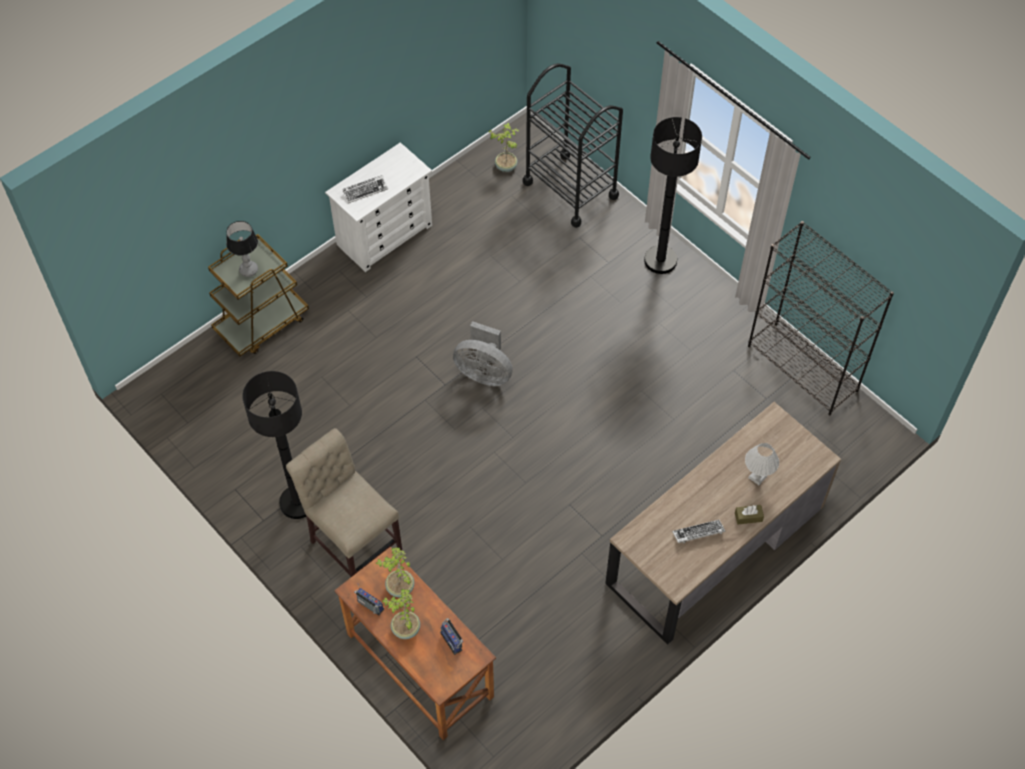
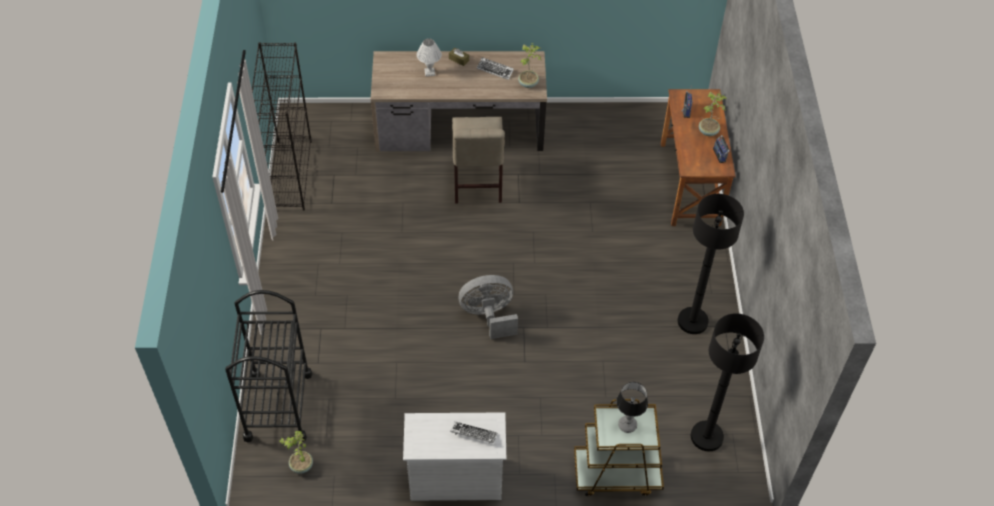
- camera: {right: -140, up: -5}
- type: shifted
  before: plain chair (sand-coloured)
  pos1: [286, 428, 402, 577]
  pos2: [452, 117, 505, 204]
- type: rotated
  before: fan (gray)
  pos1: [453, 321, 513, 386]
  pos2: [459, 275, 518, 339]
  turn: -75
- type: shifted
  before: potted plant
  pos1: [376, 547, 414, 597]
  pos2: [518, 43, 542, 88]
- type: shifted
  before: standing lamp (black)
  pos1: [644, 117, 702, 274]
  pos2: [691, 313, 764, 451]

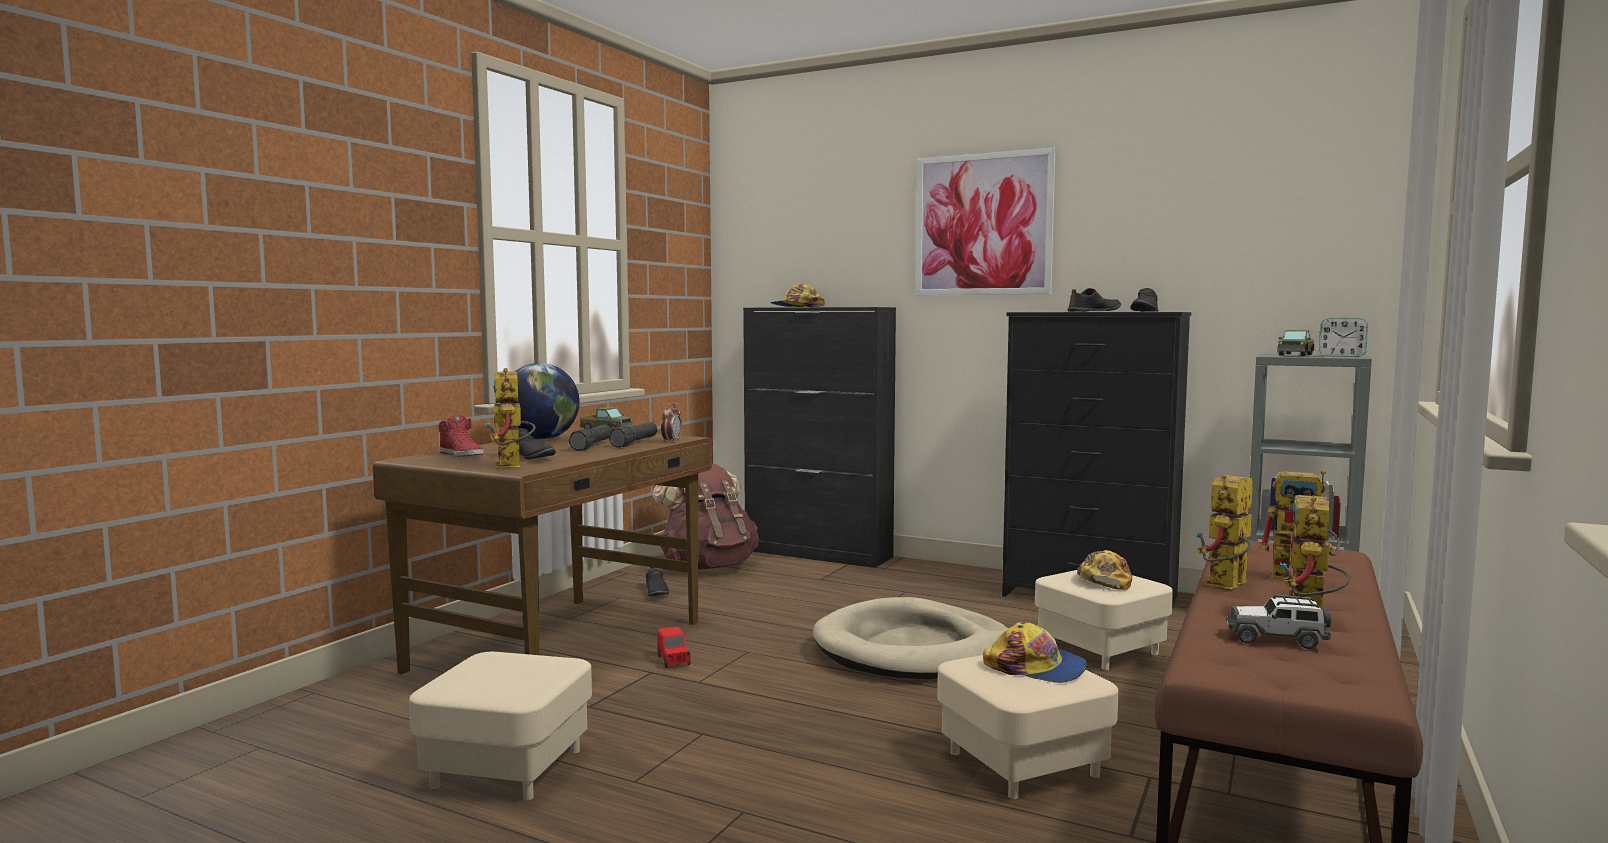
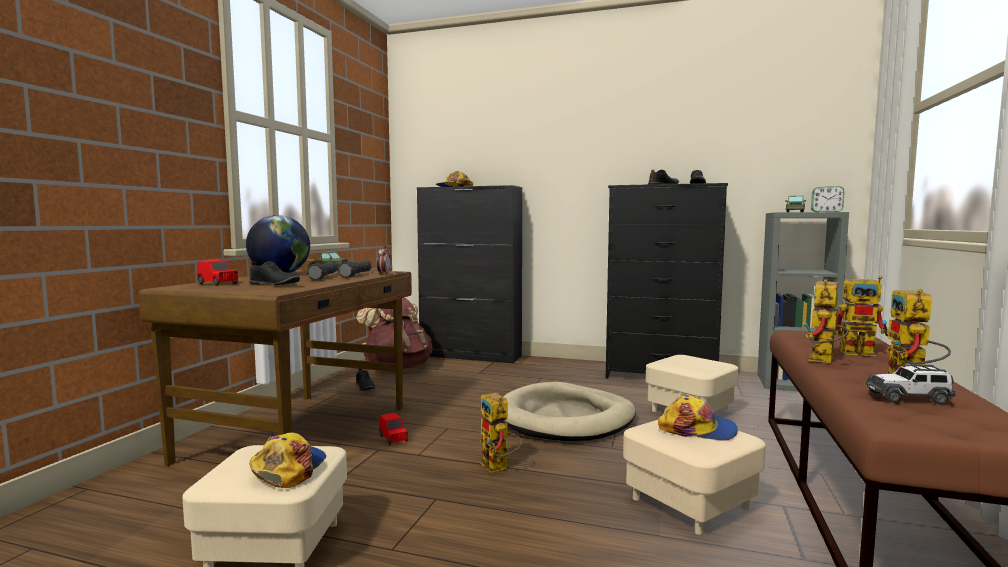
- camera: {right: -10, up: 0}
- type: swapped
  before: low shoe (reddish)
  after: miniature car (reddish)
  pos1: [439, 415, 484, 457]
  pos2: [197, 260, 238, 286]
- type: shifted
  before: baseball cap
  pos1: [1077, 550, 1132, 590]
  pos2: [249, 433, 326, 488]
- type: shifted
  before: robot figure
  pos1: [486, 368, 536, 469]
  pos2: [480, 392, 522, 473]
- type: gone
  before: wall picture
  pos1: [916, 148, 1056, 295]

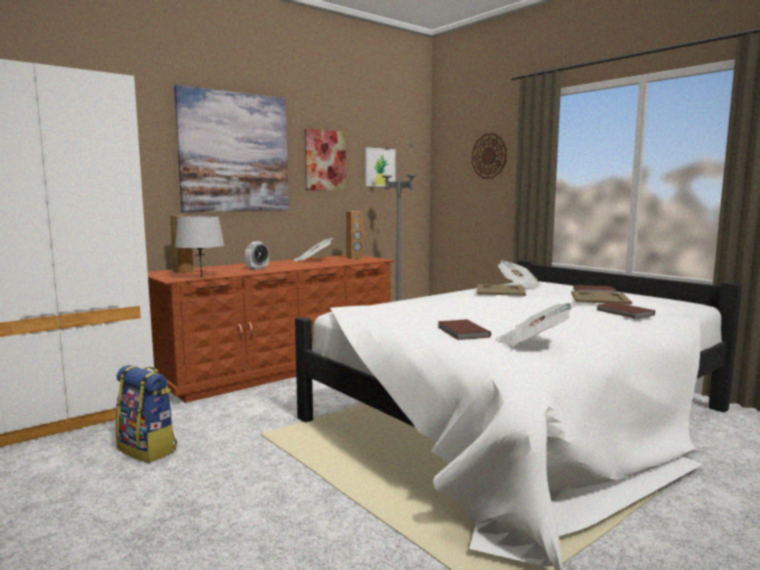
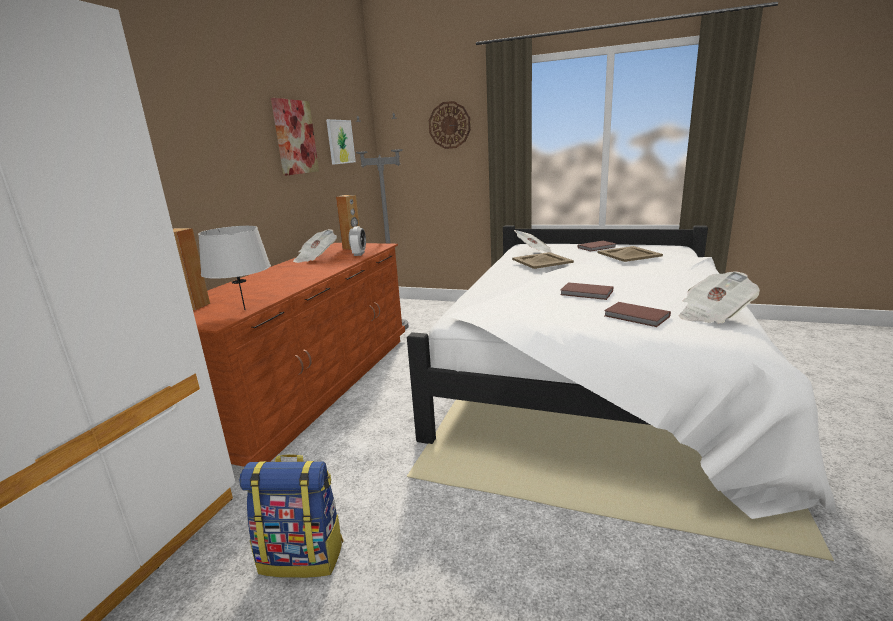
- camera: {right: -30, up: 10}
- type: shifted
  before: bedside clock
  pos1: [245, 241, 269, 270]
  pos2: [349, 226, 366, 256]
- type: shifted
  before: volume (brown)
  pos1: [597, 302, 655, 319]
  pos2: [560, 282, 613, 300]
- type: gone
  before: wall picture
  pos1: [174, 85, 289, 212]

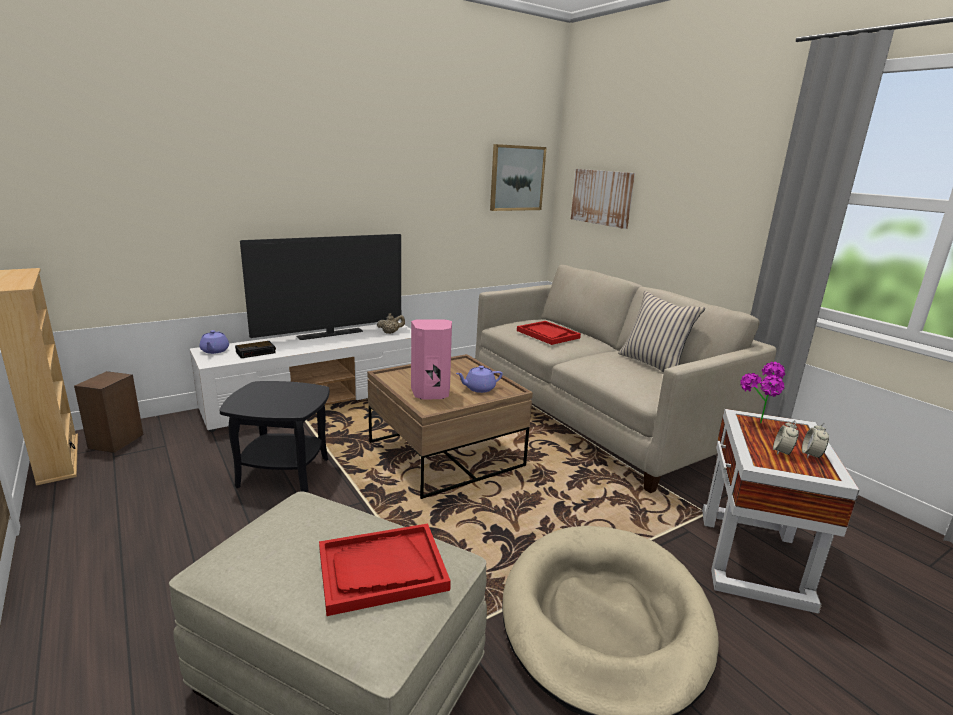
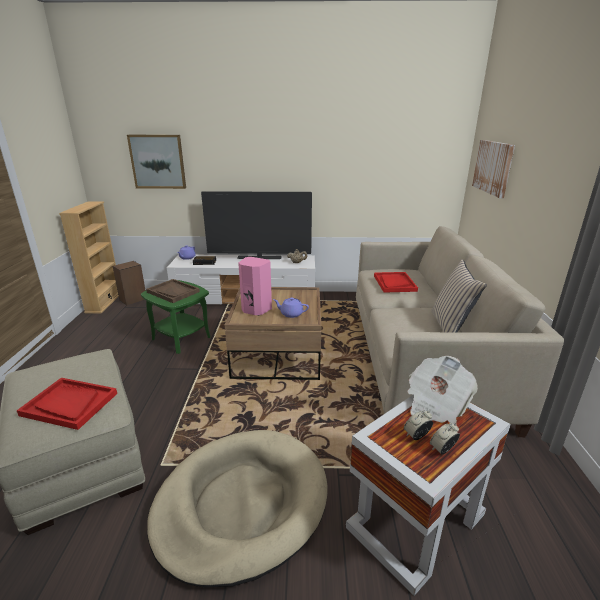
- camera: {right: 35, up: 5}
- type: shifted
  before: wall picture
  pos1: [490, 144, 547, 211]
  pos2: [127, 135, 186, 189]
- type: repainted
  before: side table (black)
  after: side table (green)
  pos1: [219, 381, 330, 492]
  pos2: [141, 280, 210, 354]
- type: new
  after: tray (brown)
  pos2: [146, 279, 200, 303]
- type: swapped
  before: potted plant
  after: printed paper
  pos1: [740, 362, 785, 423]
  pos2: [407, 356, 478, 423]

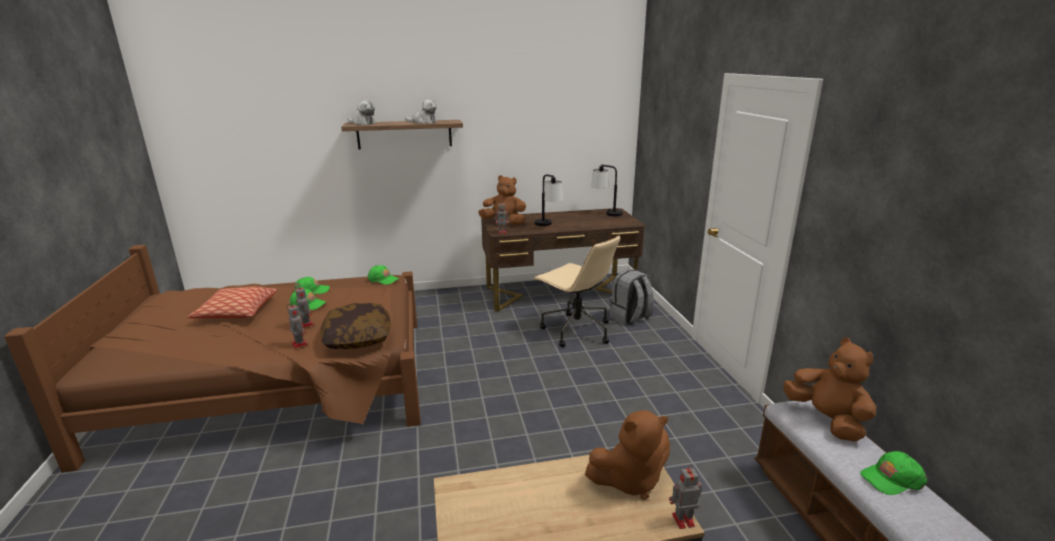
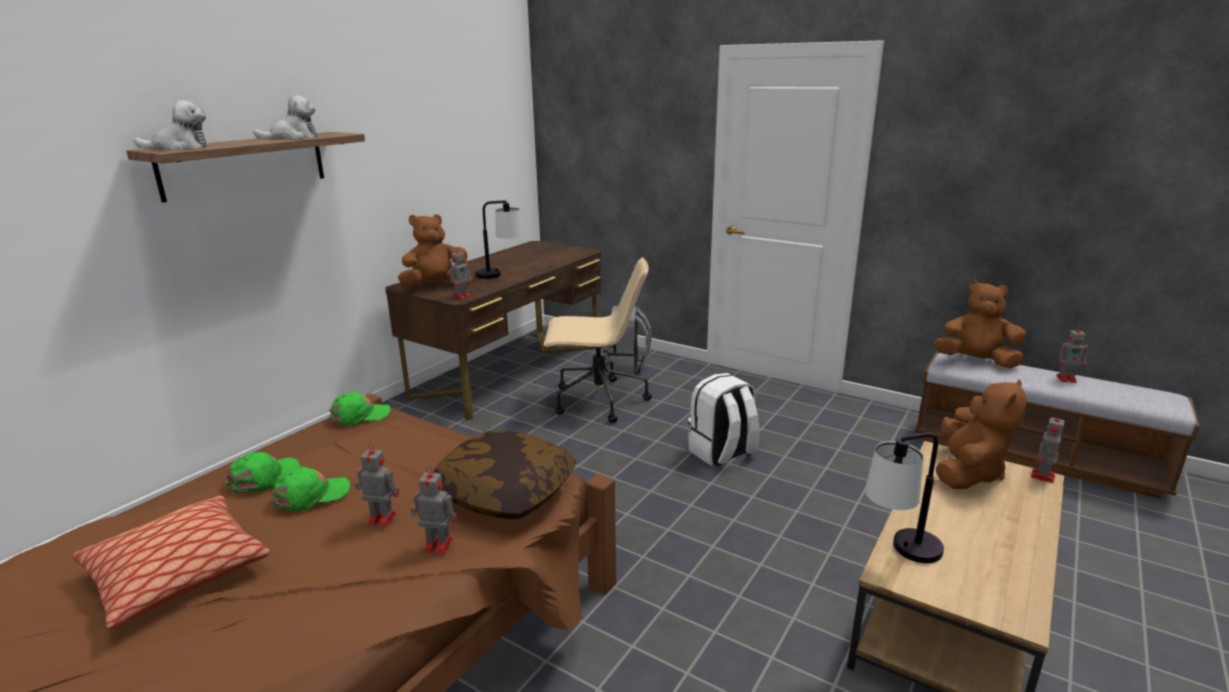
- camera: {right: -45, up: 0}
- type: new
  after: knapsack (whitish)
  pos2: [688, 373, 759, 467]
- type: shifted
  before: lamp for a table
  pos1: [591, 165, 623, 216]
  pos2: [865, 433, 944, 563]
- type: swapped
  before: baseball cap (green)
  after: robot figure
  pos1: [860, 451, 927, 495]
  pos2: [1056, 325, 1088, 383]

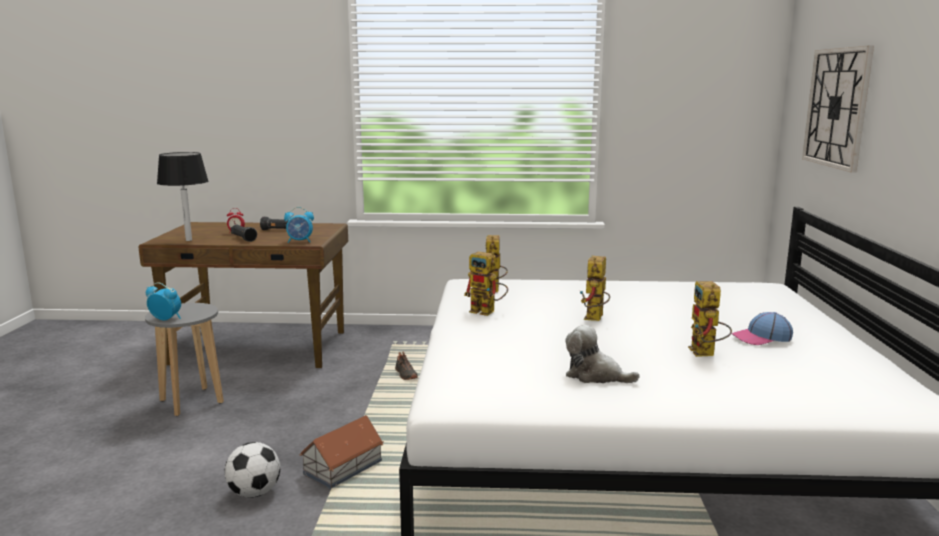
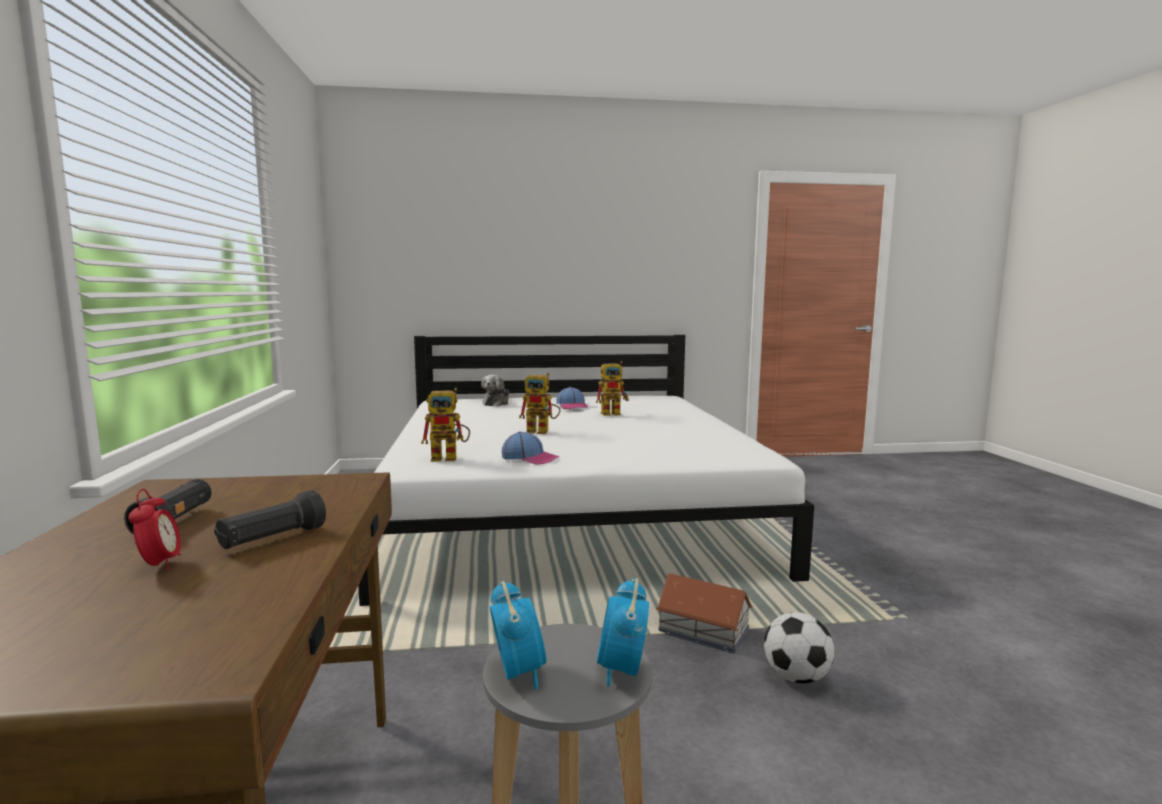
- camera: {right: -100, up: -5}
- type: shifted
  before: soft toy
  pos1: [565, 325, 640, 383]
  pos2: [482, 375, 509, 406]
- type: shifted
  before: bedside clock
  pos1: [284, 207, 314, 243]
  pos2: [490, 581, 546, 690]
- type: swapped
  before: robot figure
  after: baseball cap
  pos1: [464, 252, 508, 316]
  pos2: [502, 431, 559, 465]
- type: gone
  before: lamp for a table (black)
  pos1: [157, 152, 208, 241]
- type: gone
  before: low shoe (black)
  pos1: [395, 351, 418, 380]
- type: gone
  before: wall clock
  pos1: [802, 46, 874, 172]

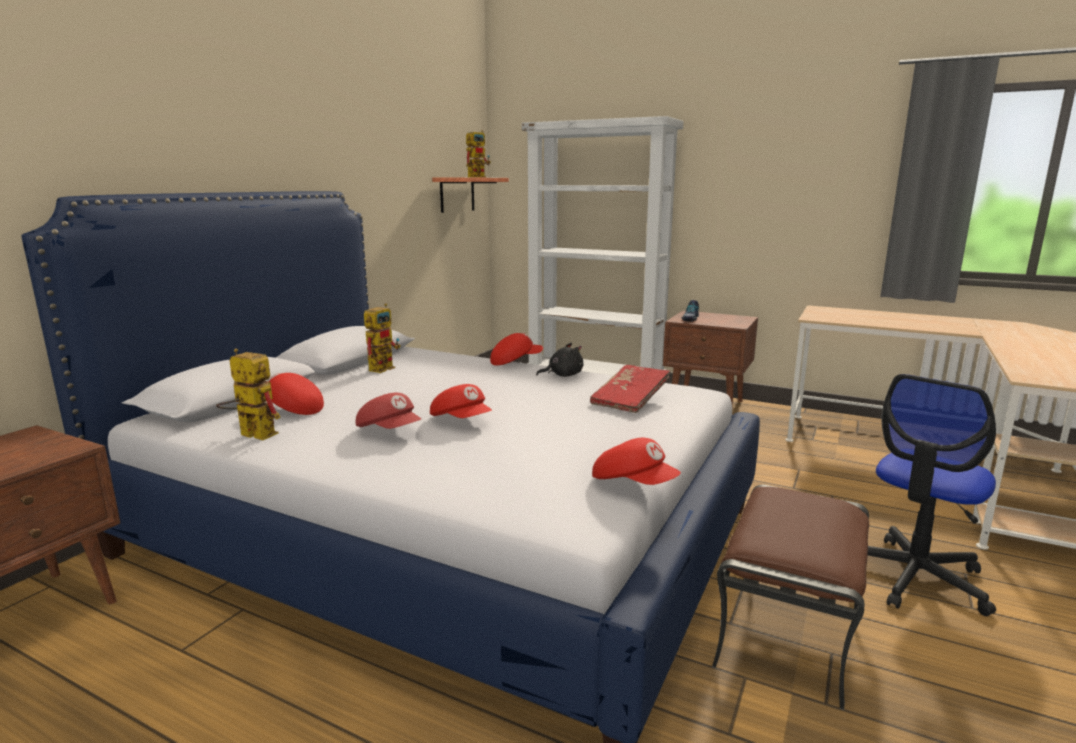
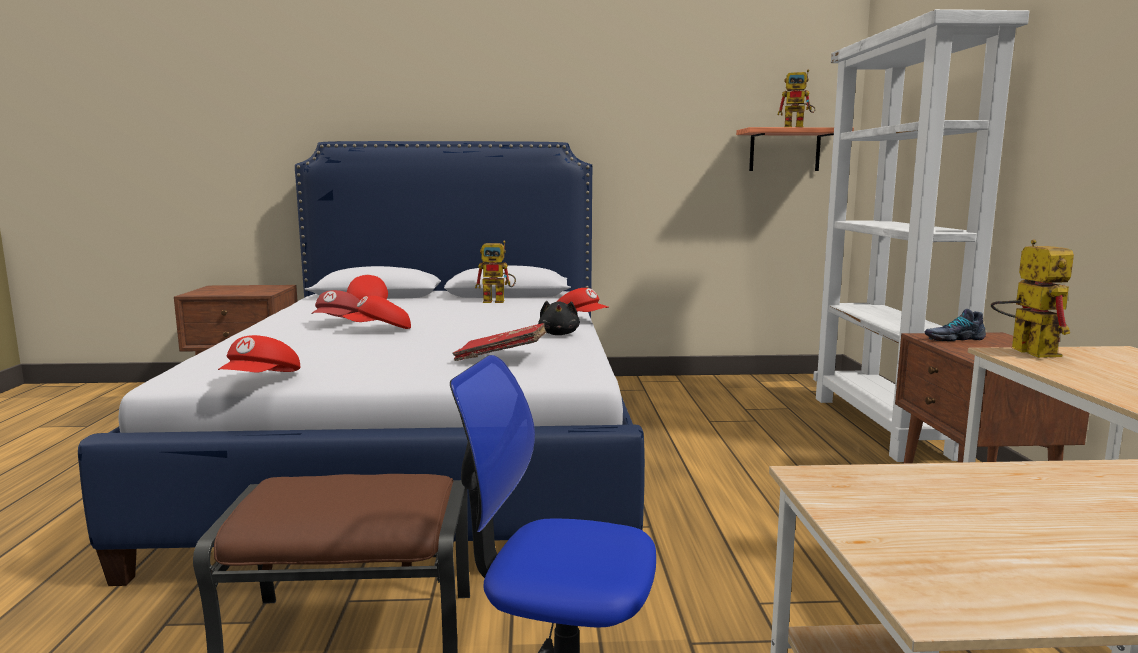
- camera: {right: 60, up: -5}
- type: rotated
  before: baseball cap (reddish)
  pos1: [430, 384, 492, 418]
  pos2: [343, 295, 411, 329]
  turn: 45
- type: rotated
  before: soft toy (black)
  pos1: [536, 343, 583, 377]
  pos2: [538, 301, 580, 335]
  turn: 45
- type: shifted
  before: robot figure
  pos1: [216, 348, 280, 440]
  pos2: [991, 240, 1074, 358]

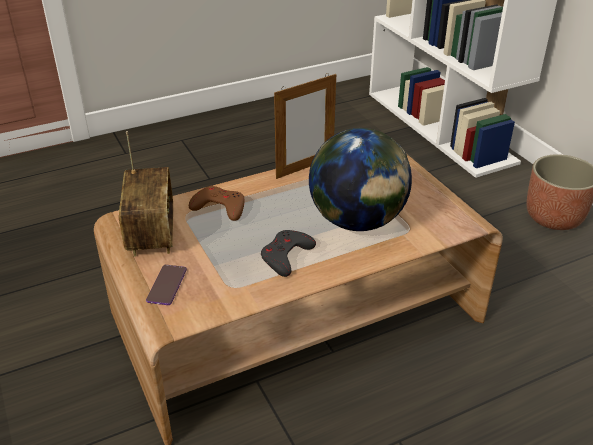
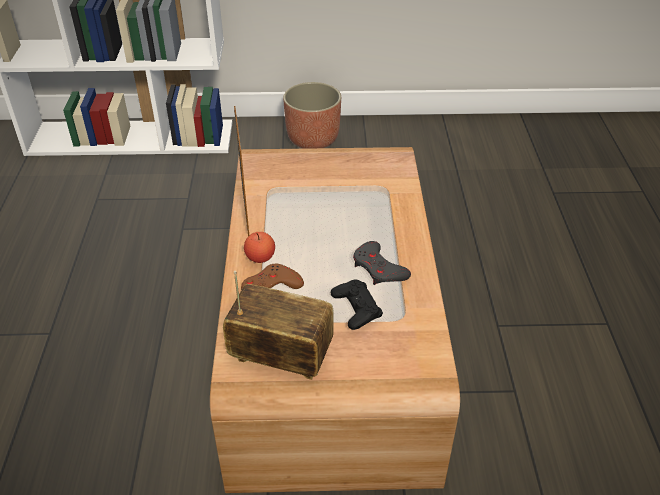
- camera: {right: -65, up: 5}
- type: new
  after: whole apple
  pos2: [244, 232, 275, 263]
- type: new
  after: game controller (black)
  pos2: [331, 279, 383, 330]
- type: gone
  before: telephone
  pos1: [146, 265, 187, 305]
- type: gone
  before: globe
  pos1: [309, 128, 412, 231]

